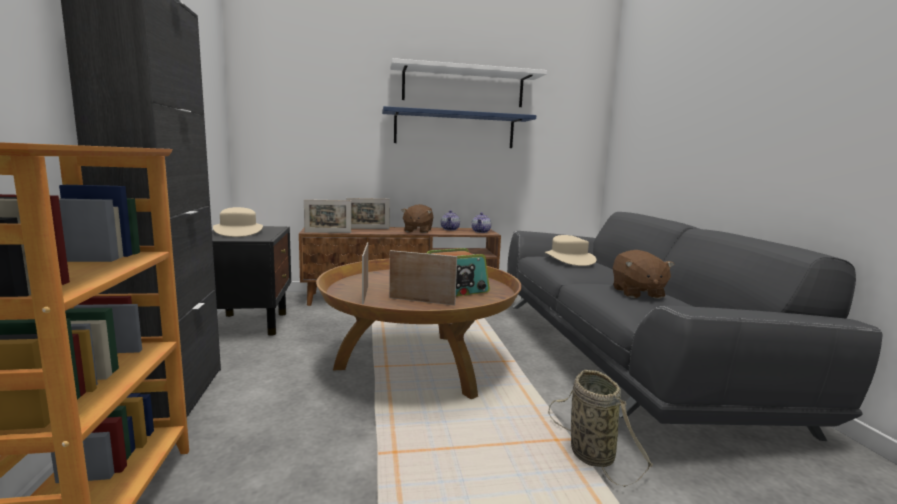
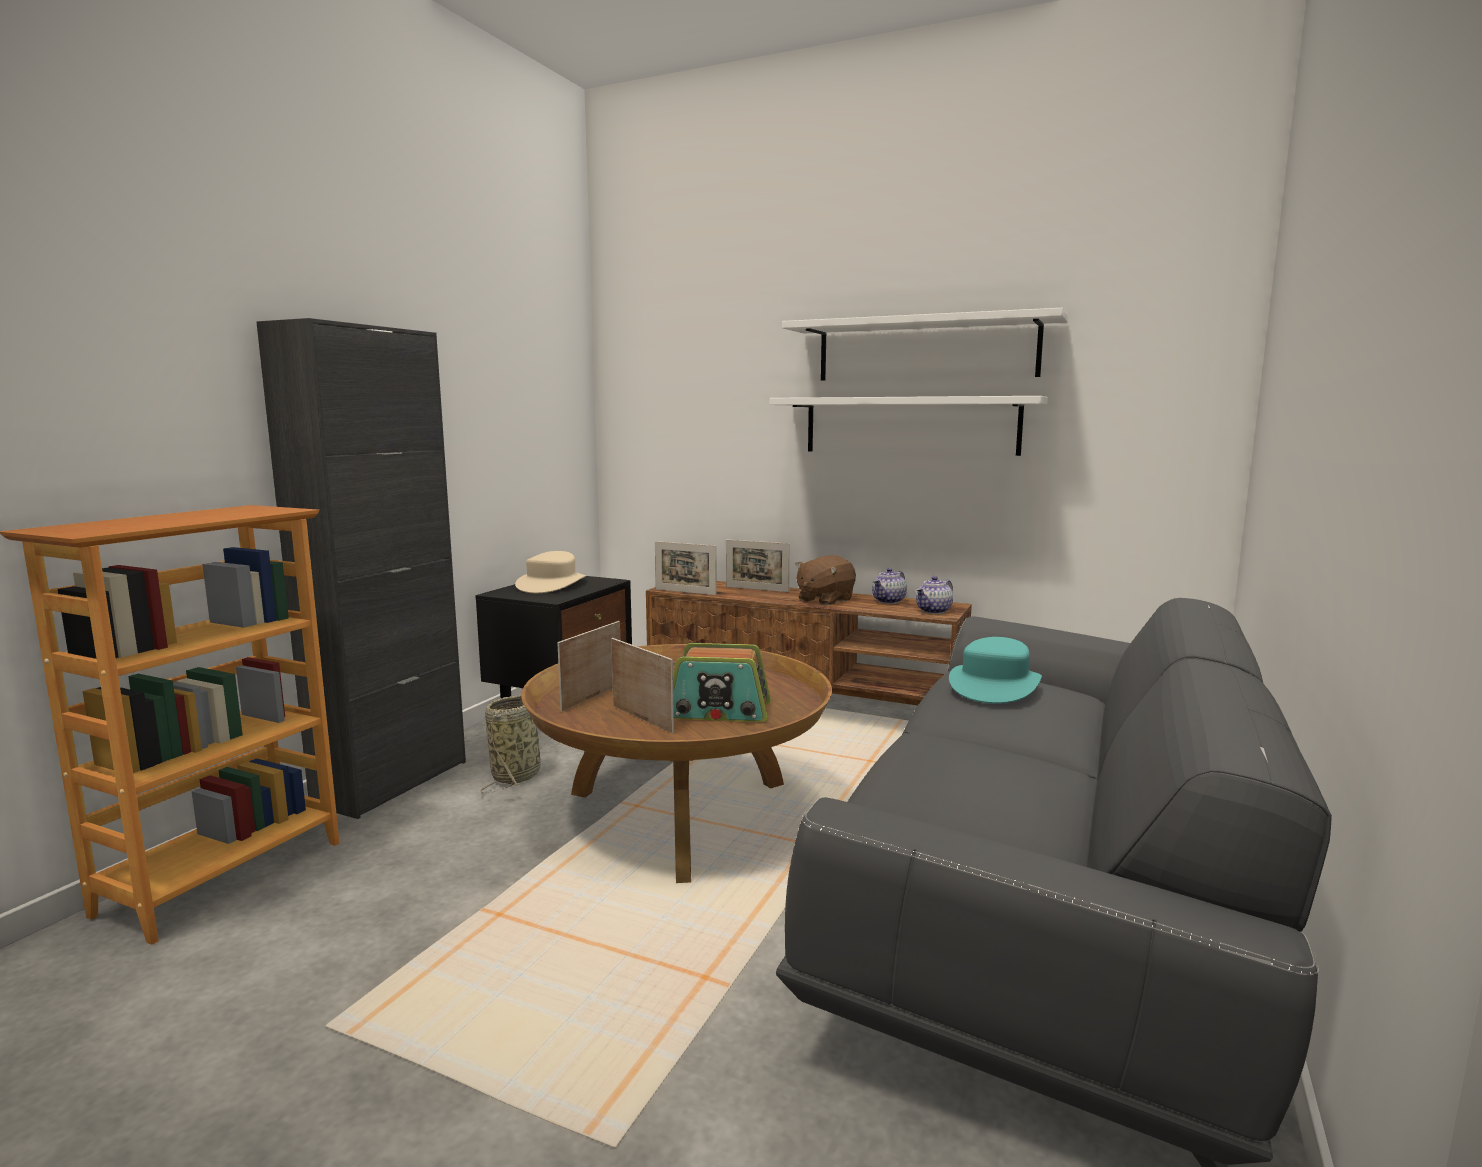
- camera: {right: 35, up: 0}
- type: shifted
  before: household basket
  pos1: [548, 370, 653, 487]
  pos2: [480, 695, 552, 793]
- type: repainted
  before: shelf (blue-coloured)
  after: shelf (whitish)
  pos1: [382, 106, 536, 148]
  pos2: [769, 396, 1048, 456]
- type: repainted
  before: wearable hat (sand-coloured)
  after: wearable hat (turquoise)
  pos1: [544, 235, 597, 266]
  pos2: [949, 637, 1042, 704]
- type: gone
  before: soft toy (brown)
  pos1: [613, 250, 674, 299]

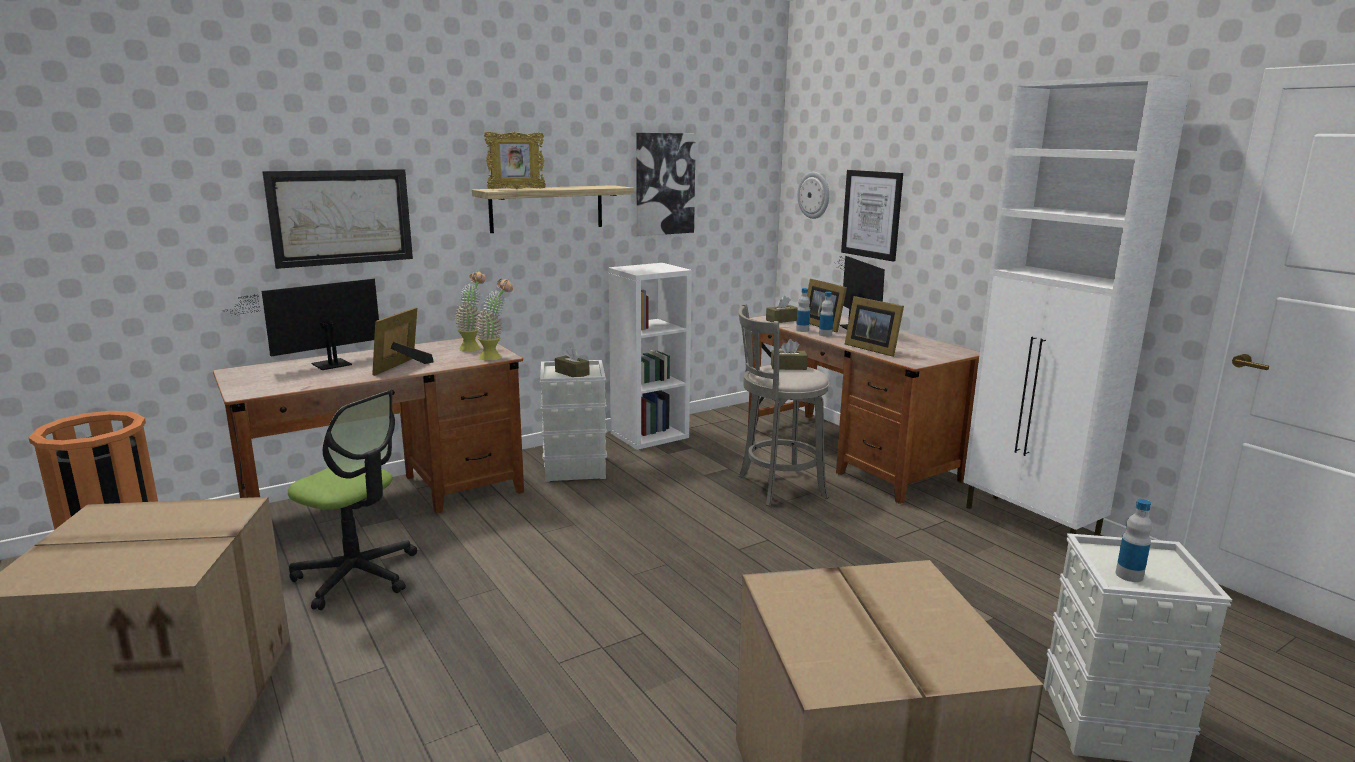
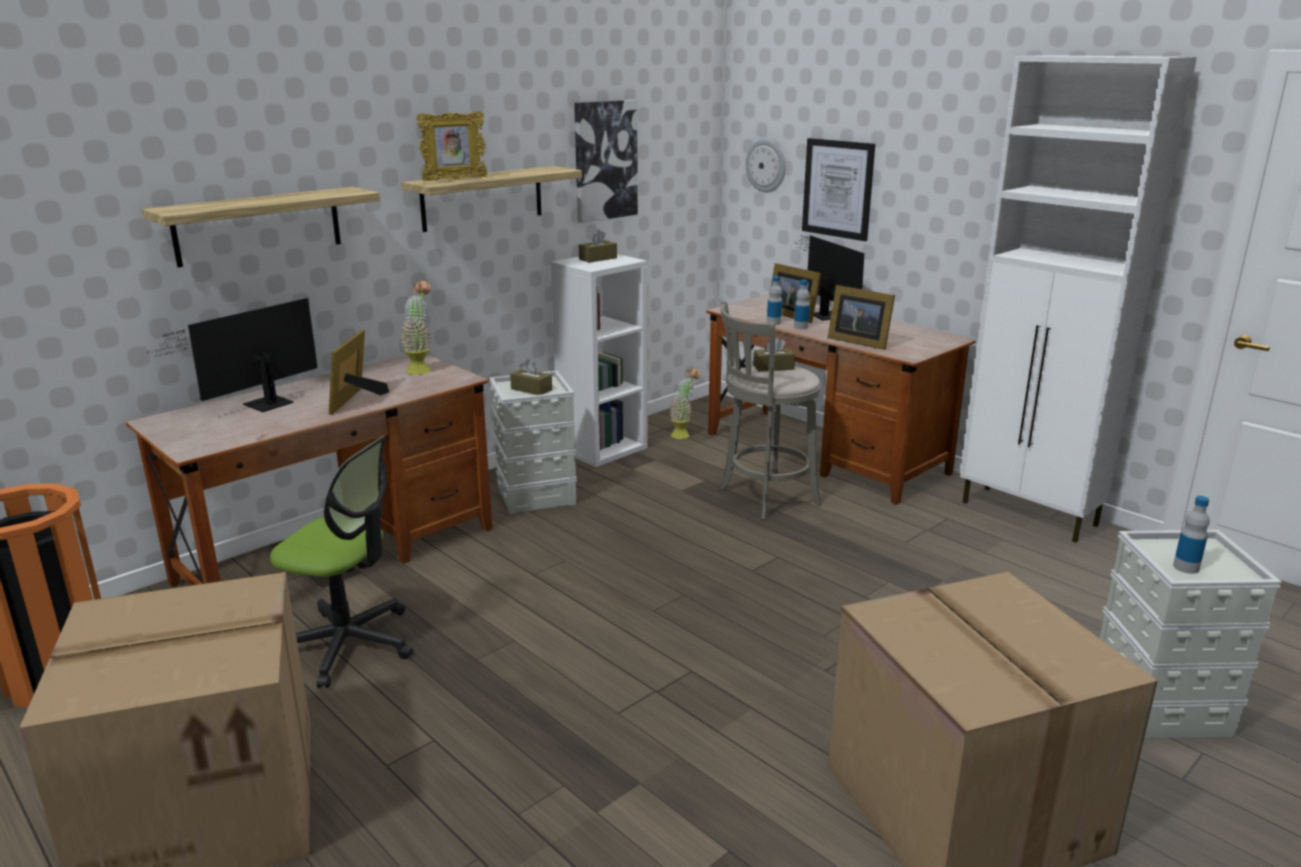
- camera: {right: -10, up: 5}
- type: swapped
  before: wall picture
  after: shelf
  pos1: [262, 169, 413, 269]
  pos2: [142, 187, 380, 267]
- type: shifted
  before: tissue holder (brown)
  pos1: [766, 296, 798, 323]
  pos2: [579, 229, 617, 263]
- type: shifted
  before: potted plant
  pos1: [476, 279, 513, 360]
  pos2: [669, 368, 701, 439]

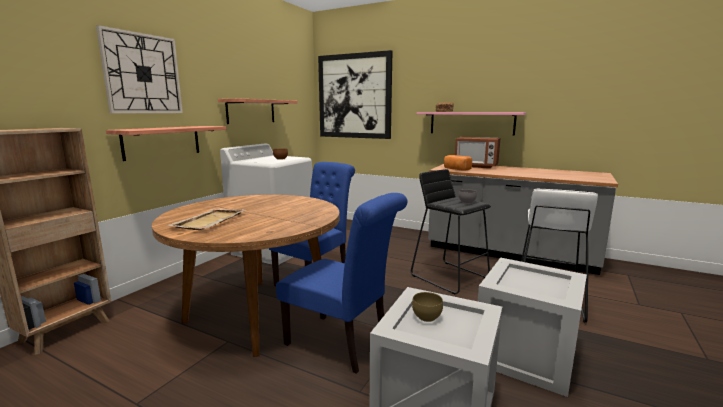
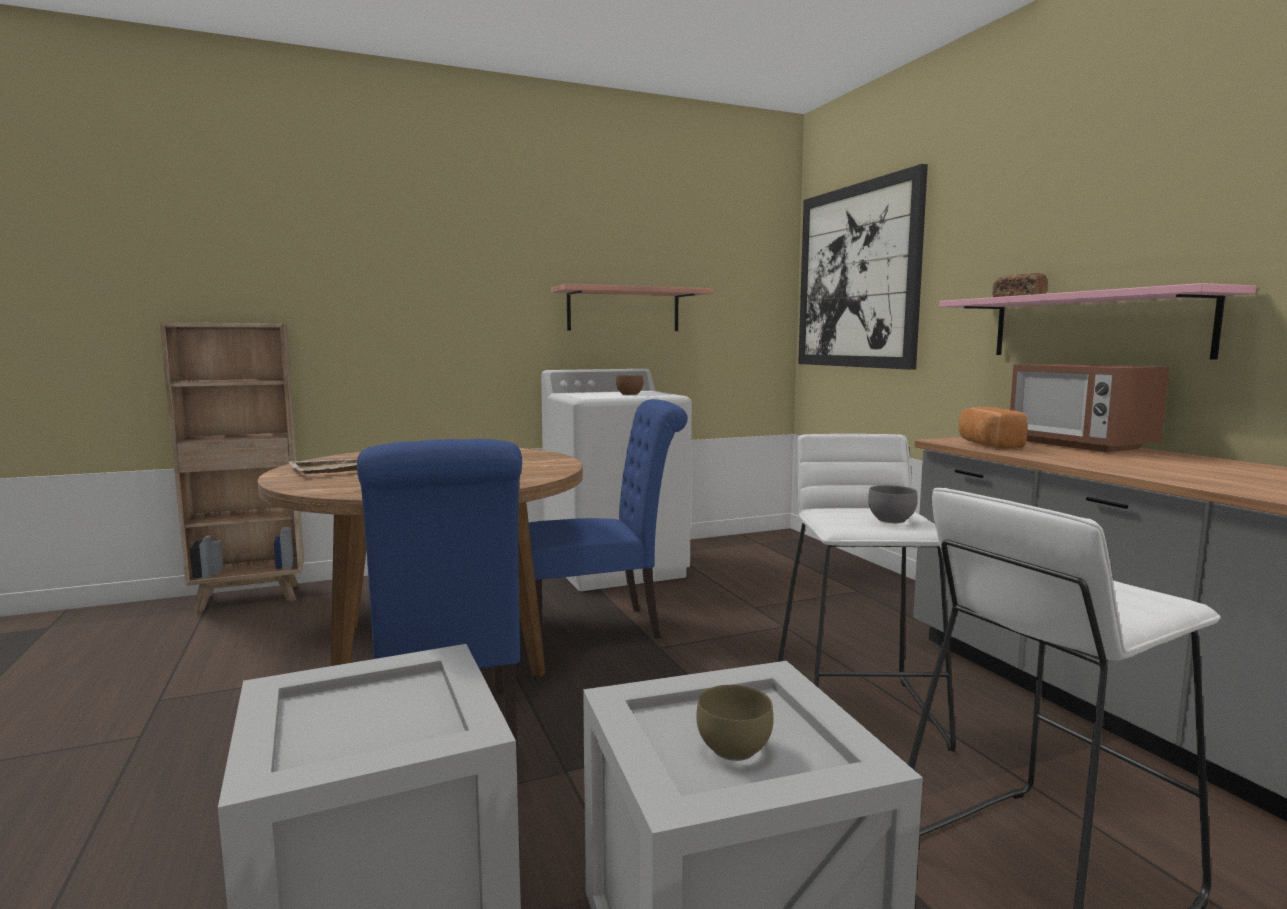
- camera: {right: 40, up: -5}
- type: shifted
  before: deep dish (brown)
  pos1: [412, 292, 443, 322]
  pos2: [696, 685, 773, 761]
- type: repainted
  before: stool seat (black)
  after: stool seat (whitish)
  pos1: [411, 169, 491, 294]
  pos2: [778, 434, 956, 751]
- type: gone
  before: wall clock
  pos1: [96, 25, 183, 114]
- type: gone
  before: shelf
  pos1: [106, 126, 226, 161]

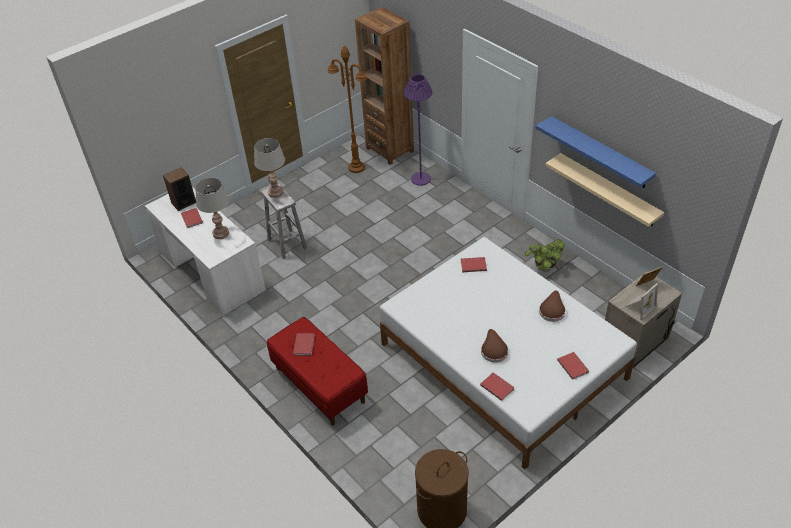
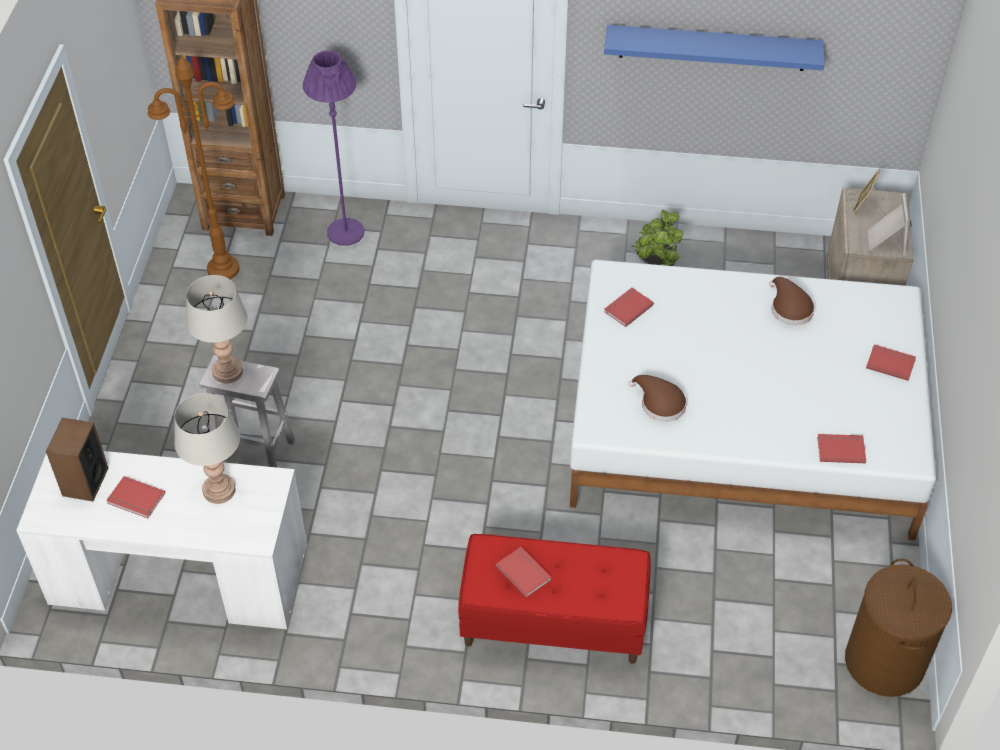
- camera: {right: -45, up: 5}
- type: shifted
  before: wearable hat (brown)
  pos1: [481, 329, 508, 362]
  pos2: [629, 375, 687, 422]
- type: gone
  before: shelf (sand-coloured)
  pos1: [545, 153, 664, 227]

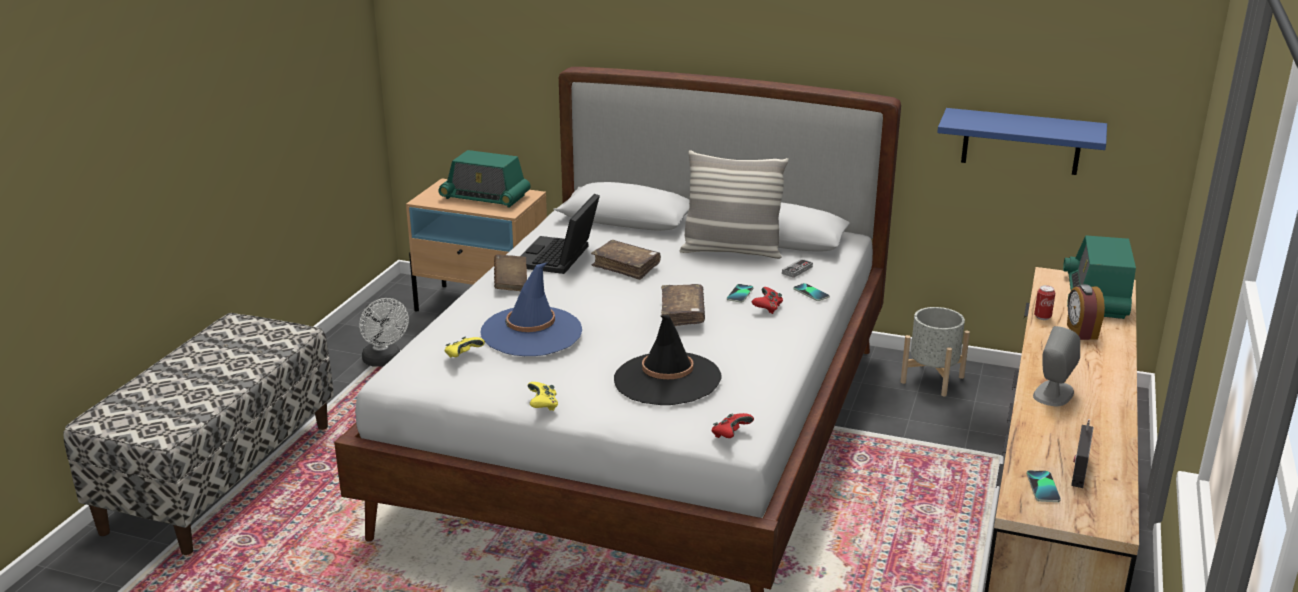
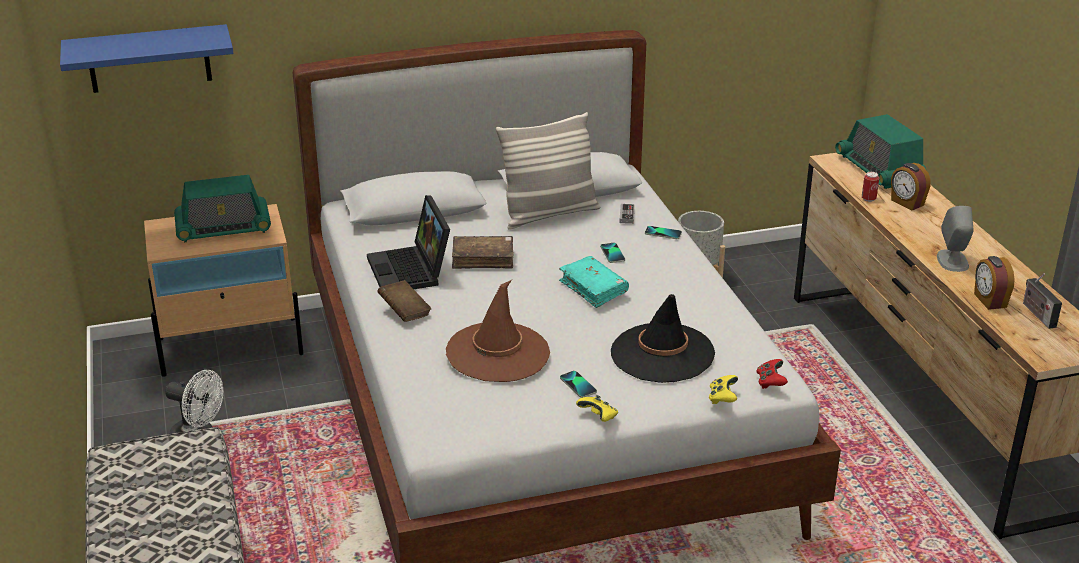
- camera: {right: -35, up: 5}
- type: shifted
  before: shelf (blue-coloured)
  pos1: [937, 108, 1107, 175]
  pos2: [60, 24, 233, 93]
- type: repainted
  before: wearable hat (blue-coloured)
  after: wearable hat (brown)
  pos1: [480, 262, 582, 356]
  pos2: [446, 280, 550, 382]
- type: repainted
  before: volume (brown)
  after: volume (turquoise)
  pos1: [661, 284, 705, 326]
  pos2: [559, 256, 629, 308]
- type: shifted
  before: telephone
  pos1: [1027, 470, 1061, 502]
  pos2: [560, 371, 597, 398]
- type: shifted
  before: game controller (yellowish)
  pos1: [445, 337, 485, 357]
  pos2: [709, 375, 738, 404]
- type: new
  after: bedside clock
  pos2: [974, 256, 1015, 310]
- type: gone
  before: game controller (reddish)
  pos1: [752, 287, 783, 314]

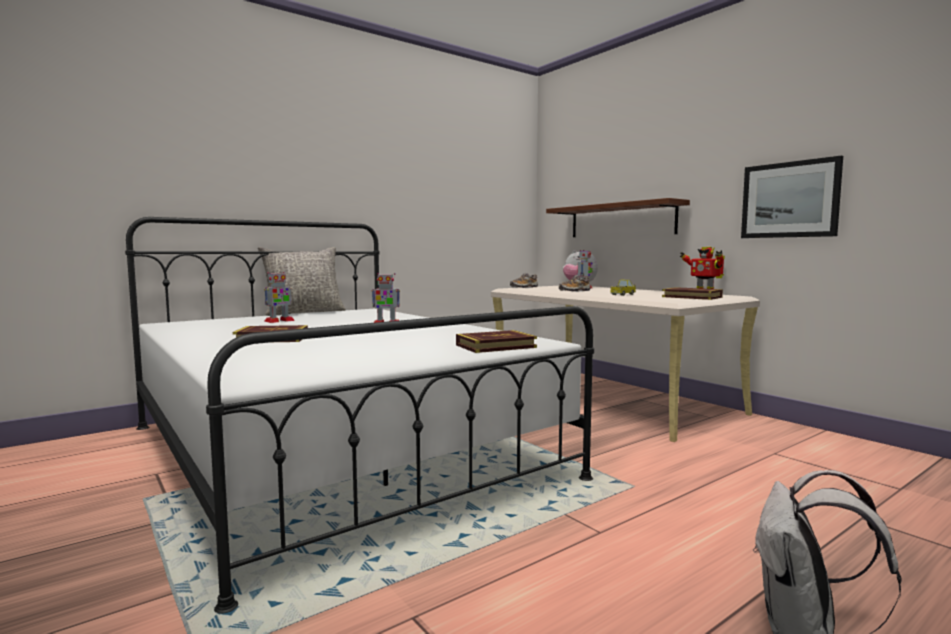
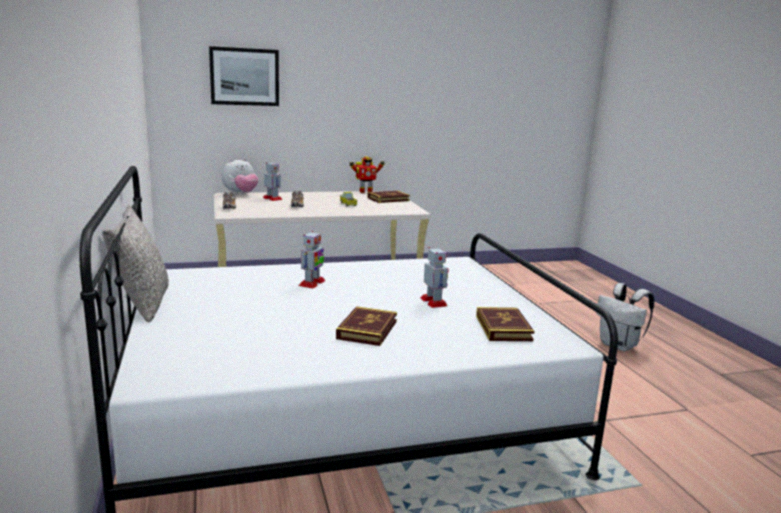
- camera: {right: -70, up: 10}
- type: shifted
  before: wall picture
  pos1: [741, 156, 843, 238]
  pos2: [209, 46, 279, 106]
- type: shifted
  before: robot figure
  pos1: [264, 272, 295, 323]
  pos2: [420, 247, 449, 308]
- type: shifted
  before: volume
  pos1: [456, 330, 537, 353]
  pos2: [476, 307, 534, 341]
- type: gone
  before: shelf (brown)
  pos1: [546, 198, 690, 237]

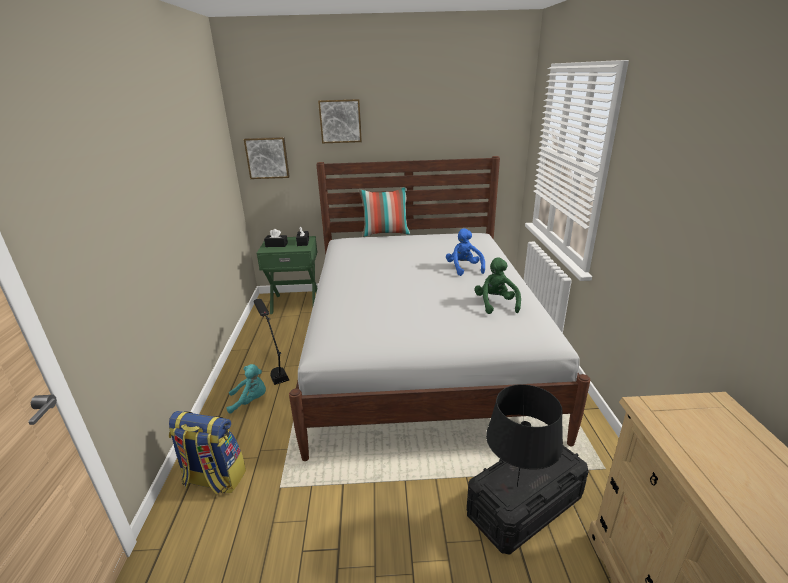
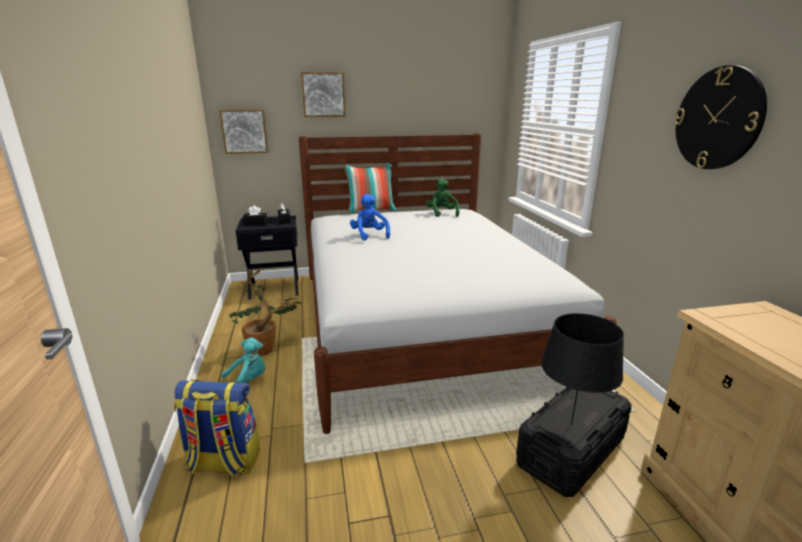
- camera: {right: -10, up: -5}
- type: swapped
  before: lamp for a table (black)
  after: potted plant
  pos1: [254, 299, 289, 385]
  pos2: [229, 268, 301, 356]
- type: repainted
  before: night table (green)
  after: night table (black)
  pos1: [257, 236, 317, 314]
  pos2: [235, 216, 298, 300]
- type: shifted
  before: soft toy (blue-coloured)
  pos1: [446, 228, 485, 276]
  pos2: [350, 194, 390, 241]
- type: shifted
  before: soft toy (green)
  pos1: [475, 257, 521, 314]
  pos2: [426, 178, 460, 217]
- type: new
  after: wall clock
  pos2: [674, 65, 767, 169]

